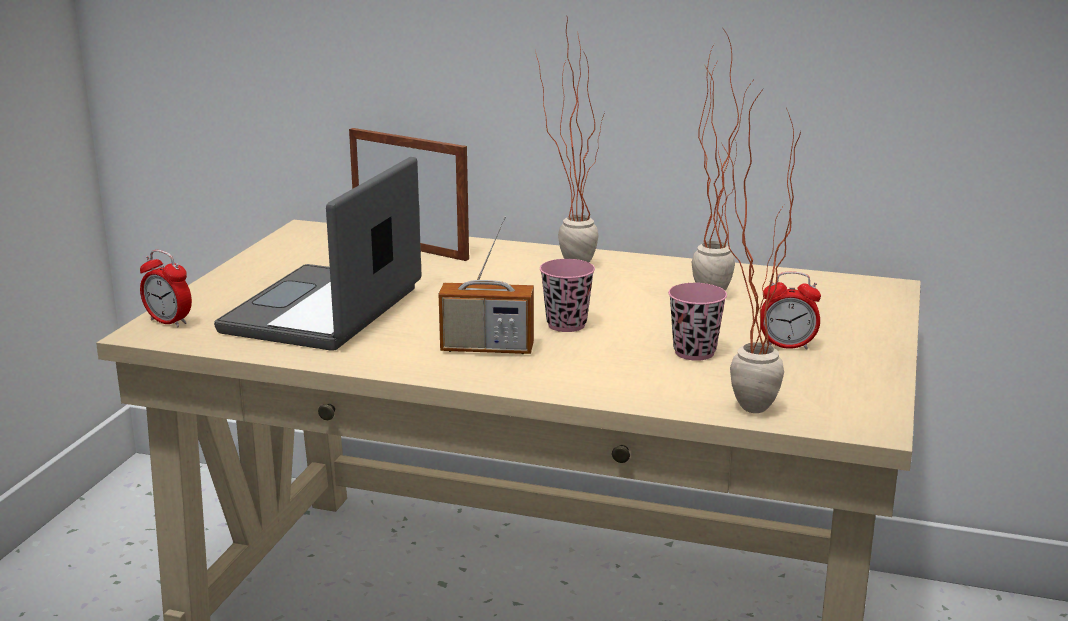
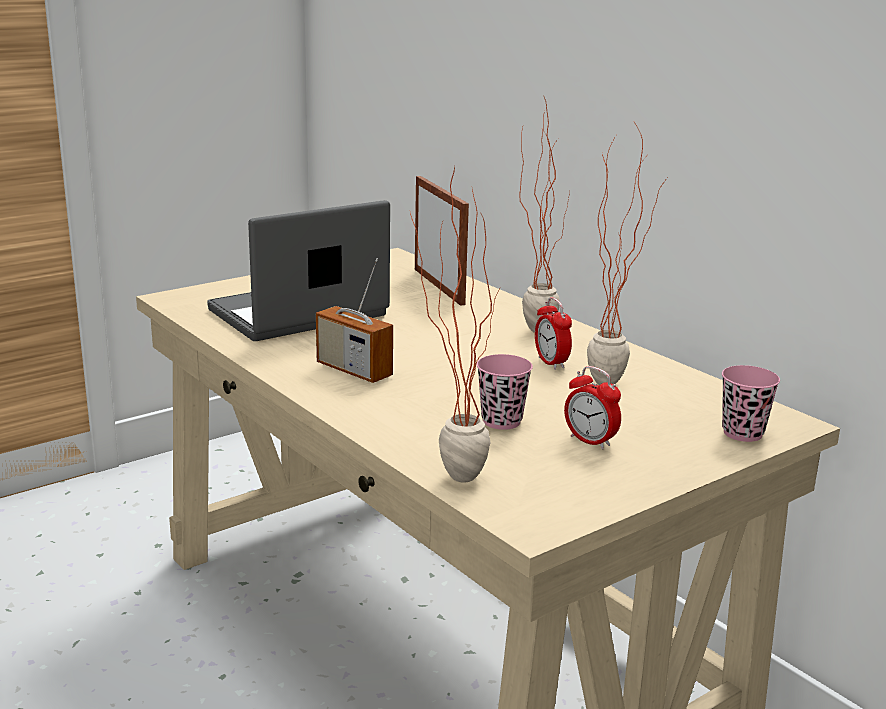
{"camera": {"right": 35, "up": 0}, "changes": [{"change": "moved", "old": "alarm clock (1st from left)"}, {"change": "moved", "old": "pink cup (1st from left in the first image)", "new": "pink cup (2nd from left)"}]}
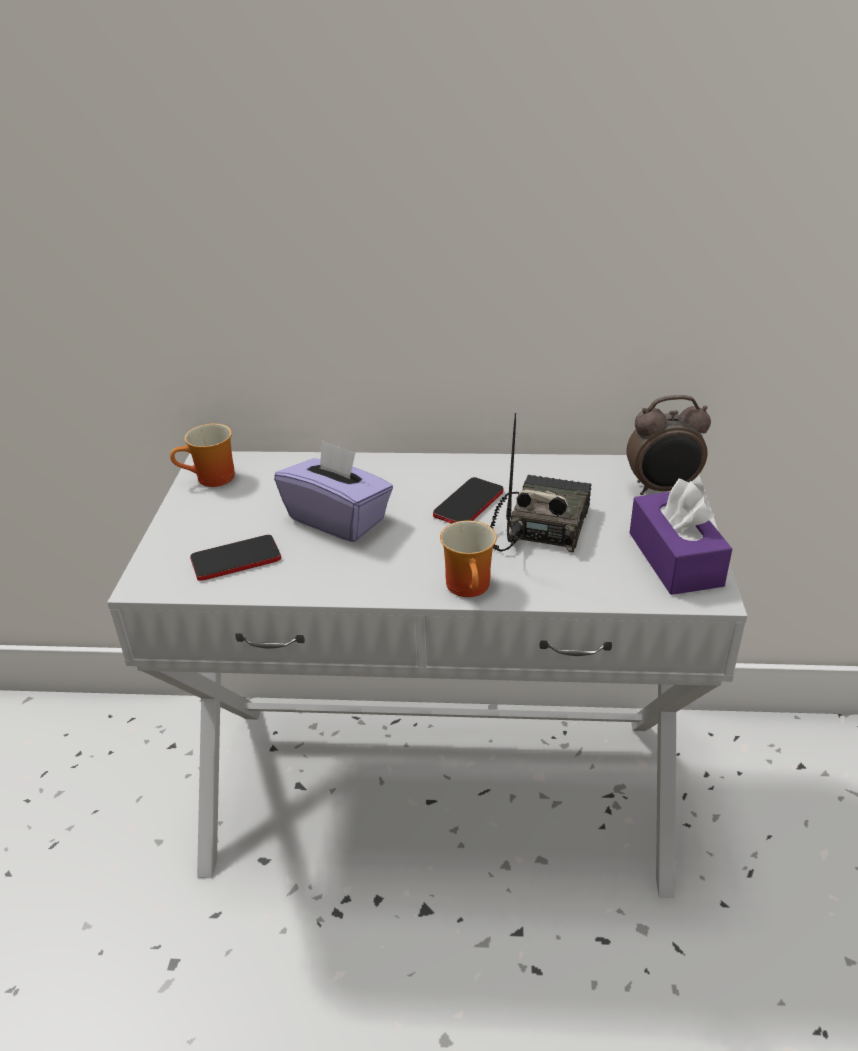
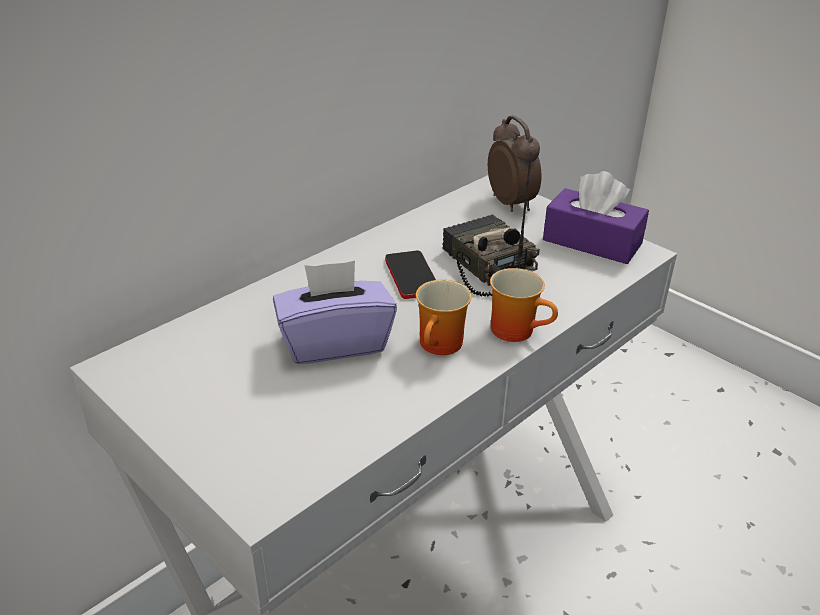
{"camera": {"right": -50, "up": 0}, "changes": [{"change": "moved", "old": "mug (1st from left)"}, {"change": "removed", "old": "phone (1st from left)"}, {"change": "turned", "old": "alarm clock", "degrees": -60}]}
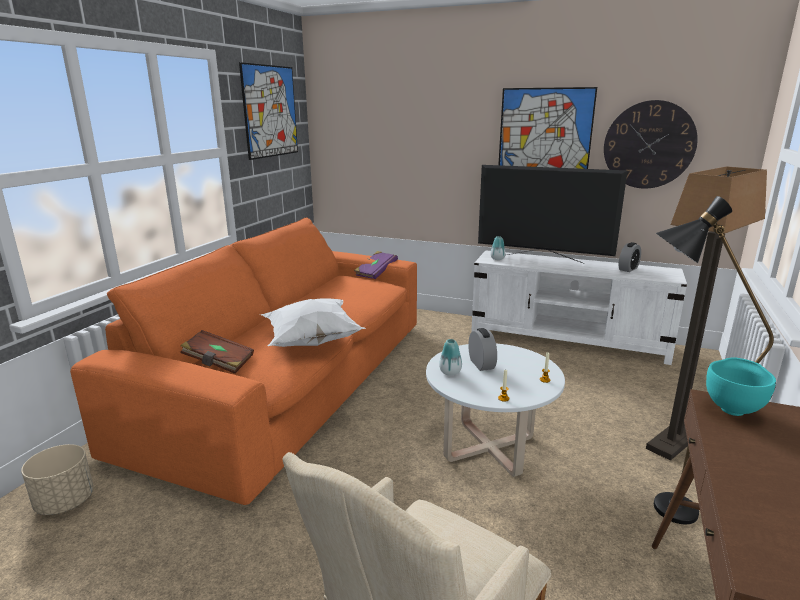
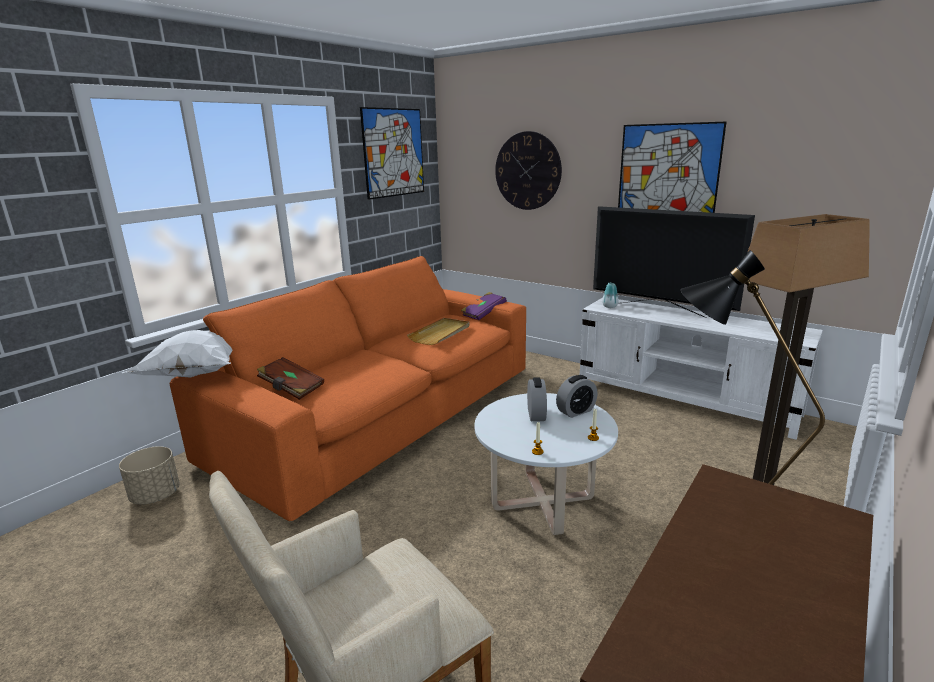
{"camera": {"right": 15, "up": 0}, "changes": [{"change": "moved", "old": "white pillow"}, {"change": "removed", "old": "vase (1st from left)"}, {"change": "moved", "old": "wall clock"}, {"change": "moved", "old": "alarm clock (2nd from left)"}, {"change": "removed", "old": "turquoise bowl"}, {"change": "added", "new": "beige tray"}]}
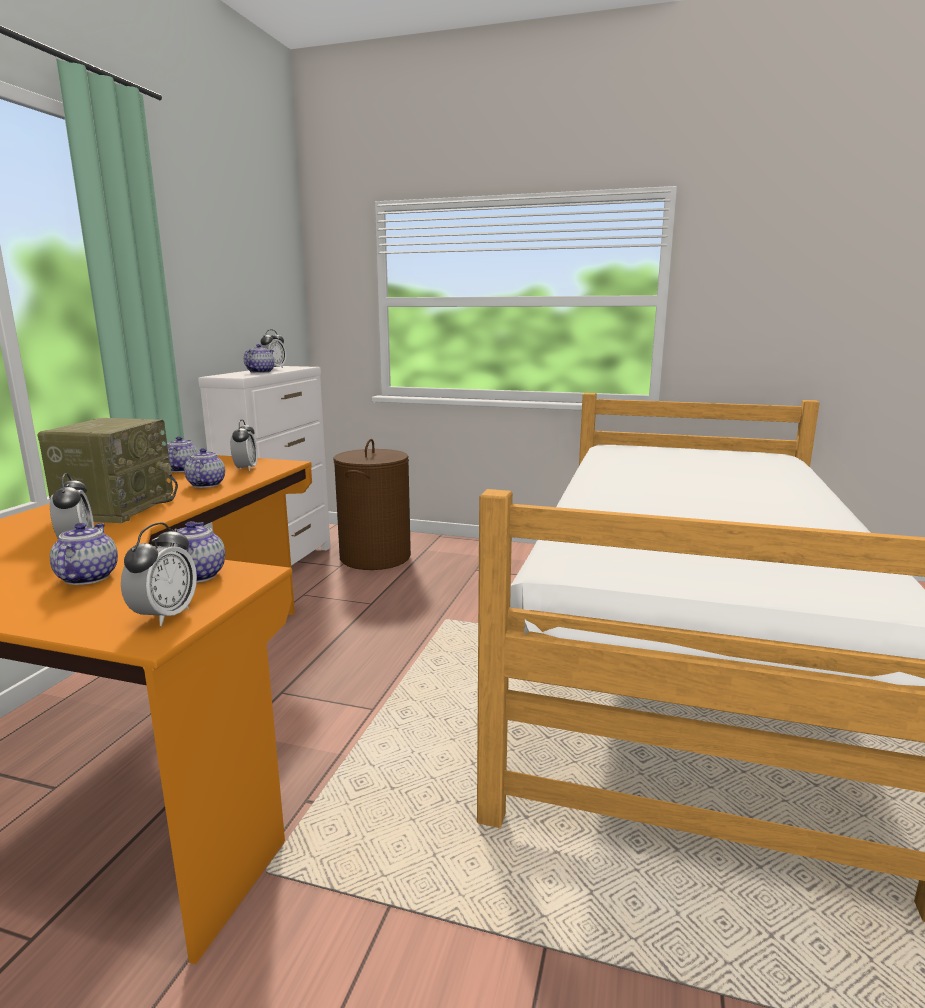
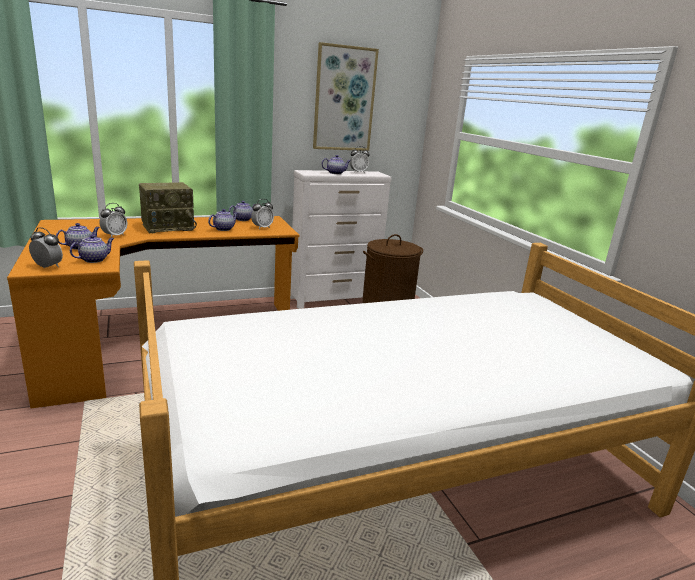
{"camera": {"right": 50, "up": 5}, "changes": [{"change": "turned", "old": "alarm clock (2nd from left in the first image)", "degrees": -135}, {"change": "added", "new": "picture"}]}
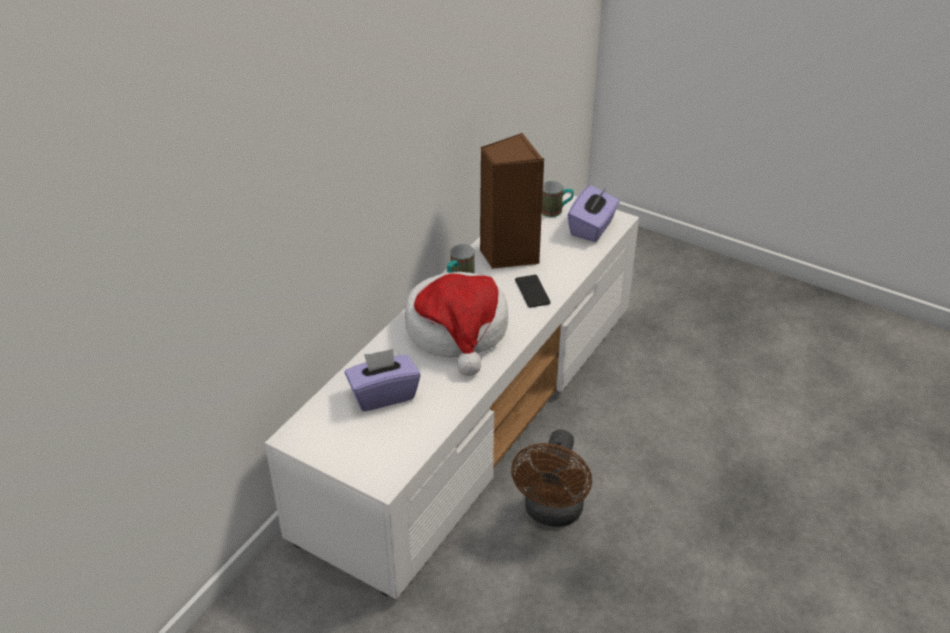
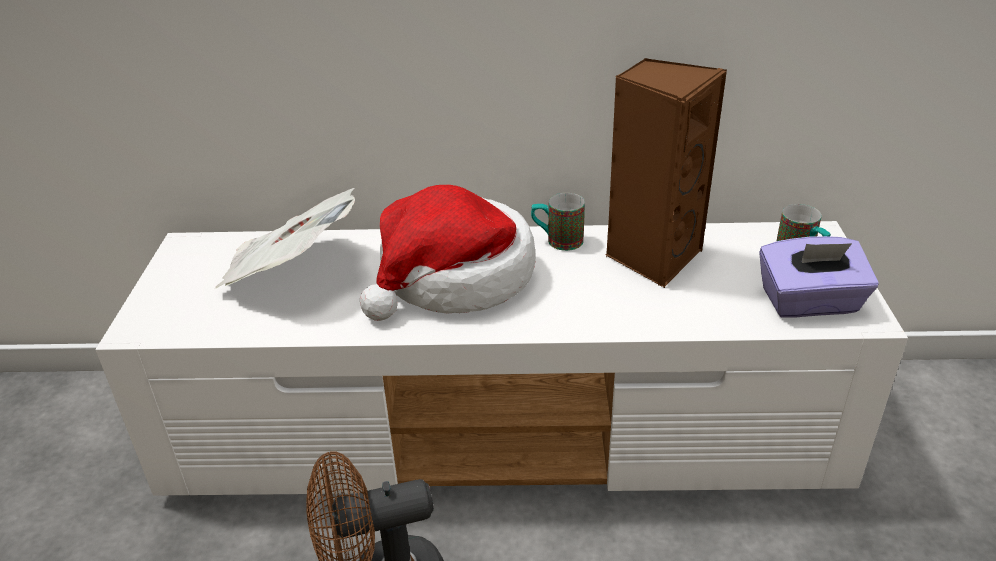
{"camera": {"right": 60, "up": -5}, "changes": [{"change": "replaced", "old": "purple tissue box (1st from left)", "new": "newspaper"}, {"change": "removed", "old": "phone"}]}
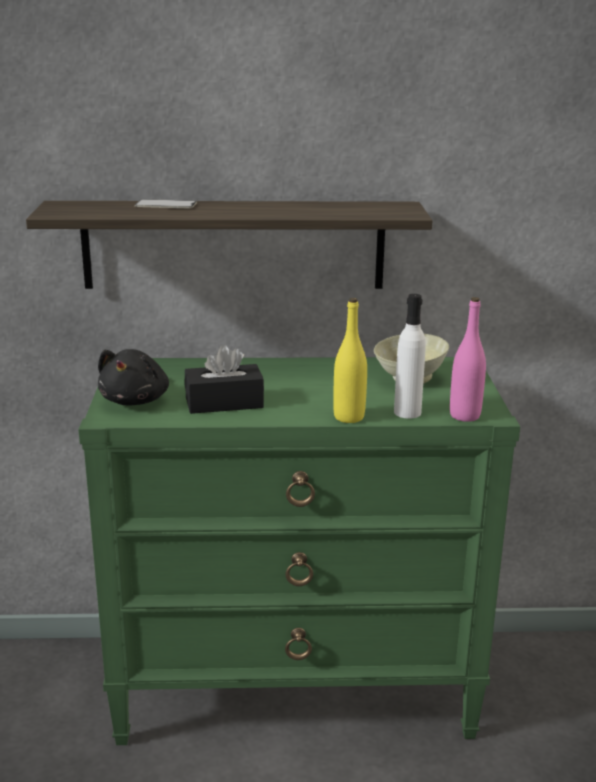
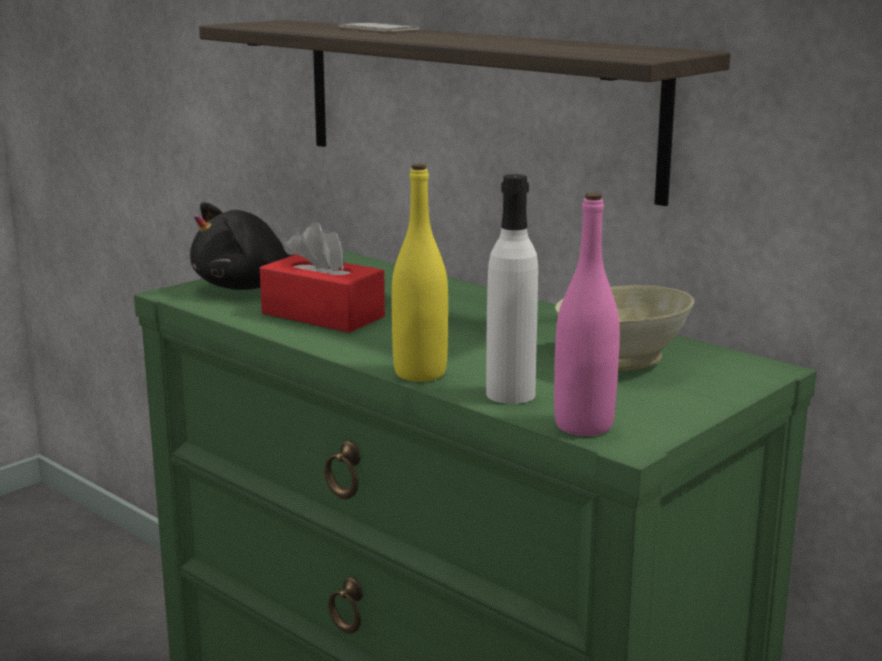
{"camera": {"right": 45, "up": -5}, "changes": [{"change": "recoloured", "old": "black tissue box", "new": "red tissue box"}]}
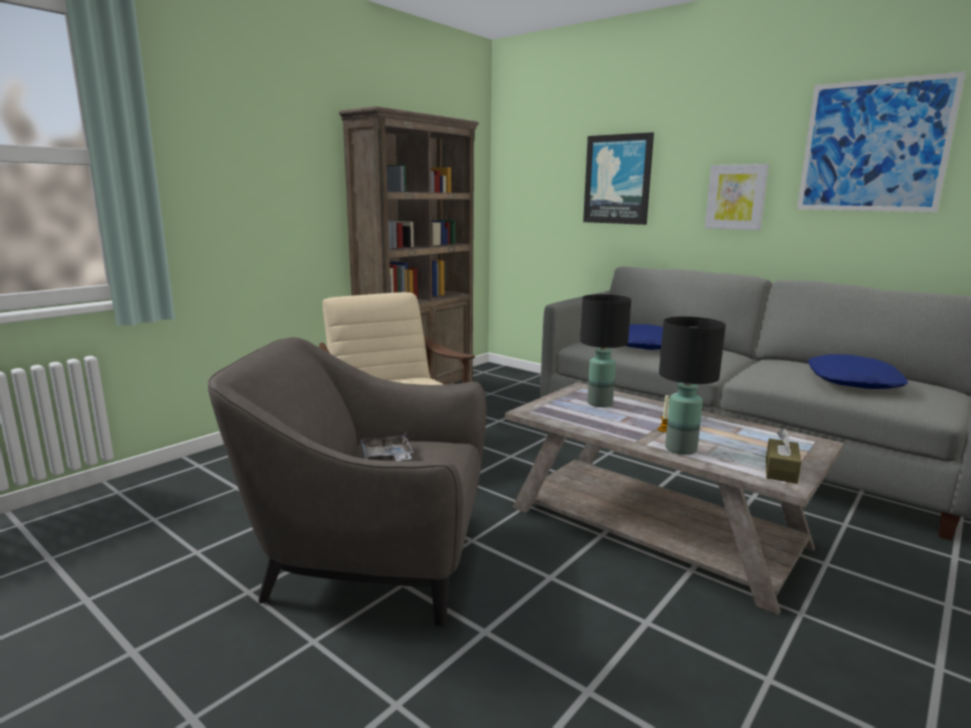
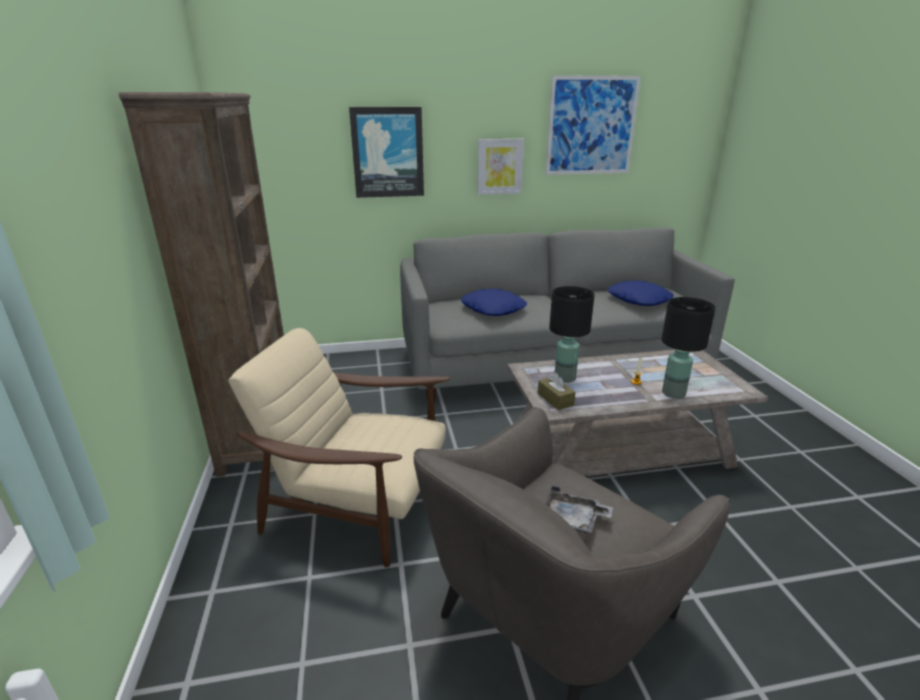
{"camera": {"right": -50, "up": 10}, "changes": [{"change": "moved", "old": "brown tissue box"}]}
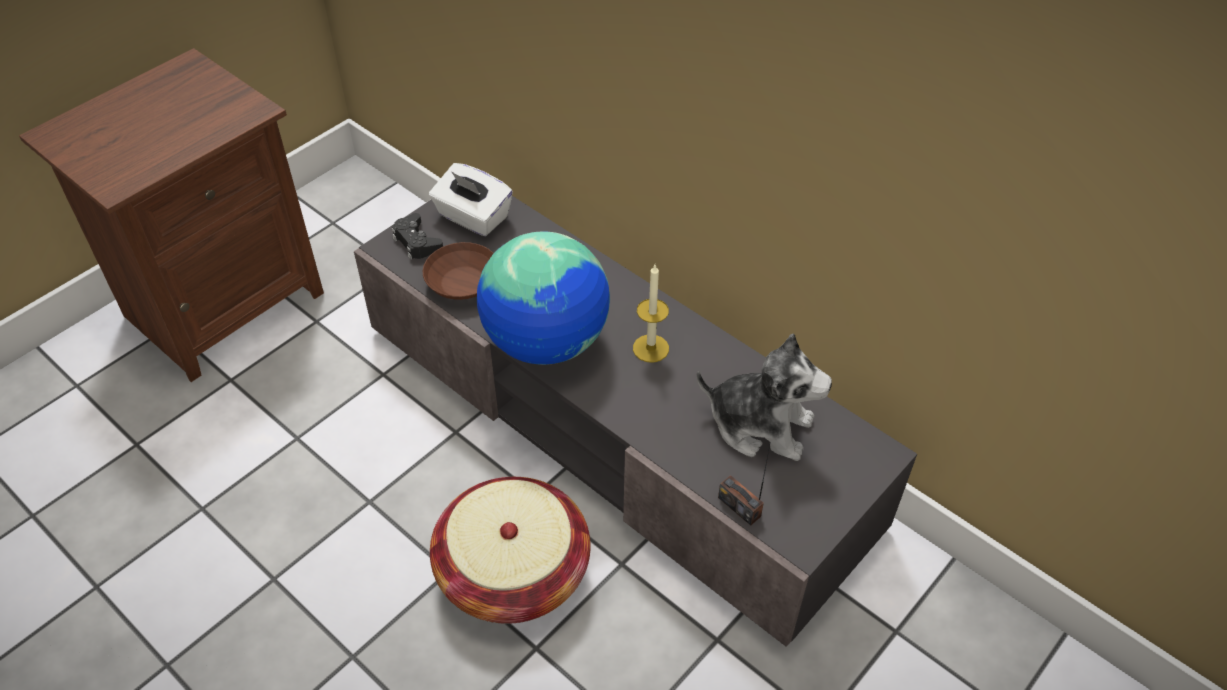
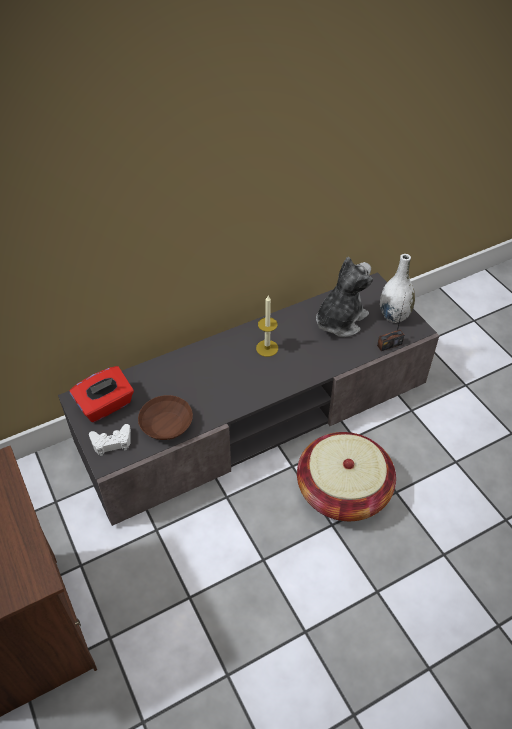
{"camera": {"right": -70, "up": 0}, "changes": [{"change": "recoloured", "old": "black game controller", "new": "white game controller"}, {"change": "recoloured", "old": "white tissue box", "new": "red tissue box"}, {"change": "removed", "old": "globe"}, {"change": "added", "new": "white vase"}]}
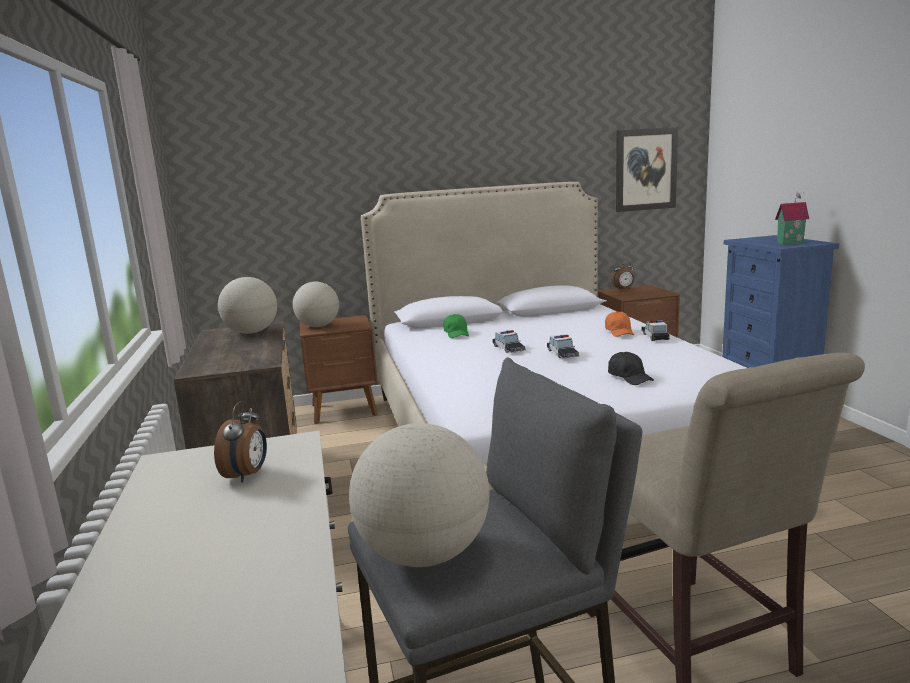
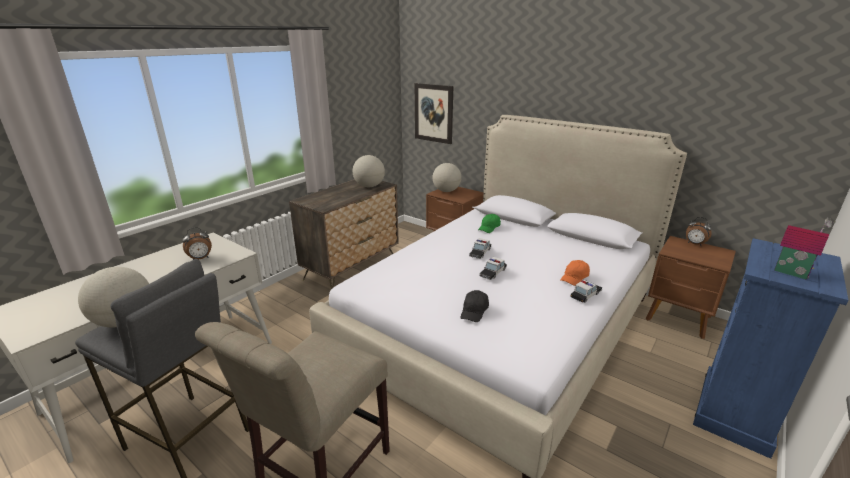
{"camera": {"right": 50, "up": 10}, "changes": [{"change": "moved", "old": "picture"}]}
